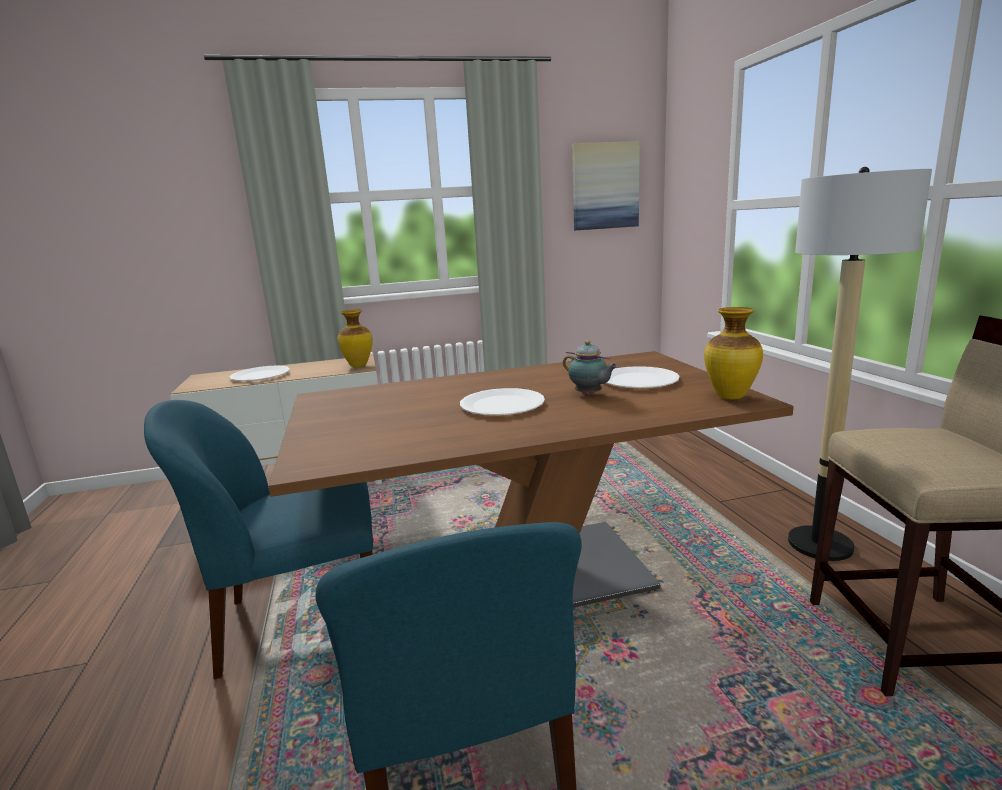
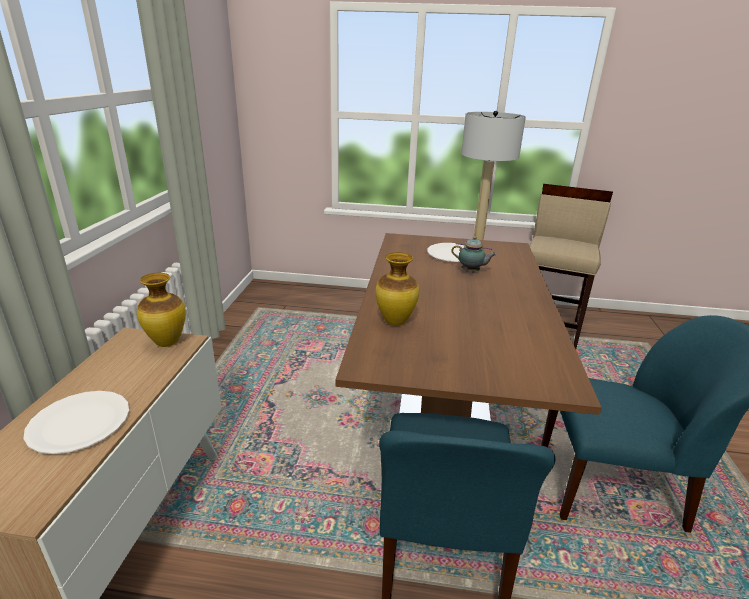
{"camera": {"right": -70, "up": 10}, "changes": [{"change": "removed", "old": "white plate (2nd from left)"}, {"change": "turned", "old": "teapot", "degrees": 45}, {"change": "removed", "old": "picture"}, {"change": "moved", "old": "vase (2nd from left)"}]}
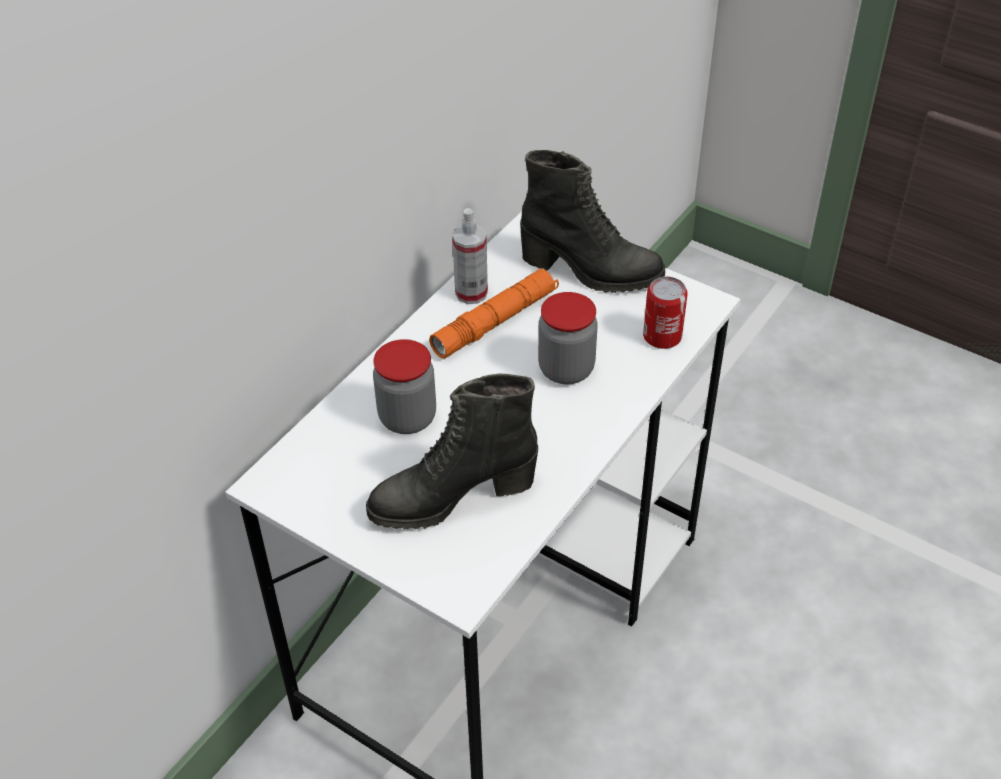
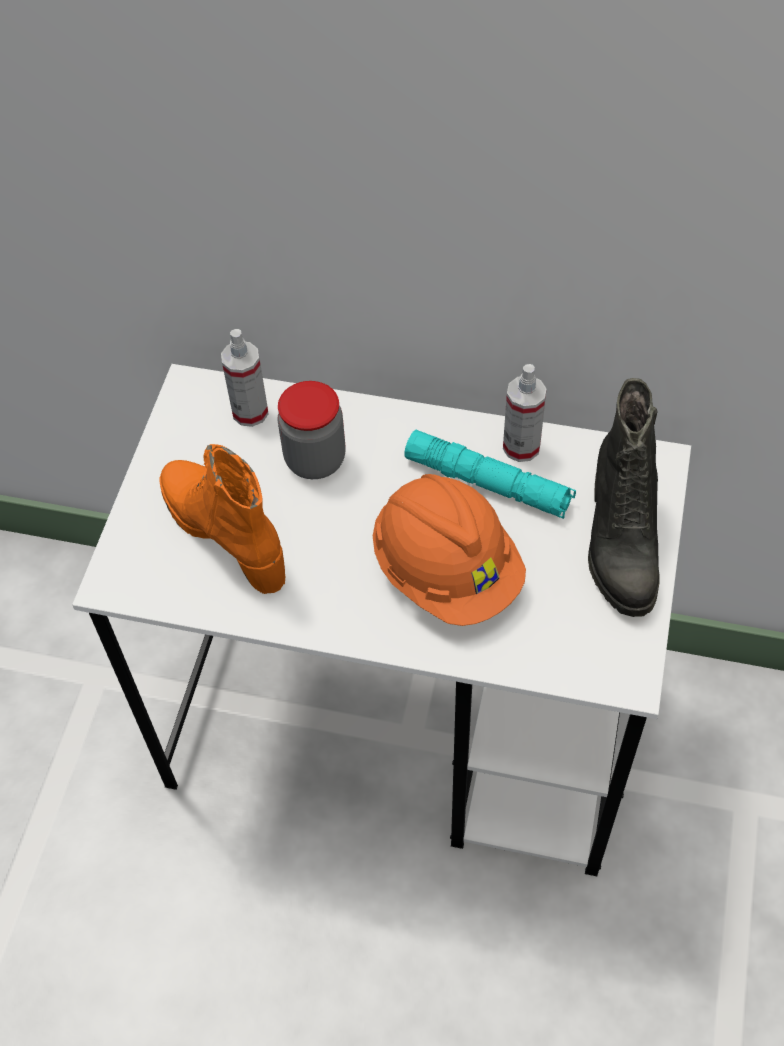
{"camera": {"right": 70, "up": 10}, "changes": [{"change": "recoloured", "old": "black boot (1st from left)", "new": "orange boot"}, {"change": "recoloured", "old": "orange flashlight", "new": "turquoise flashlight"}, {"change": "replaced", "old": "jar (2nd from left)", "new": "orange hard hat"}, {"change": "removed", "old": "can"}, {"change": "added", "new": "spray bottle (1st from left)"}]}
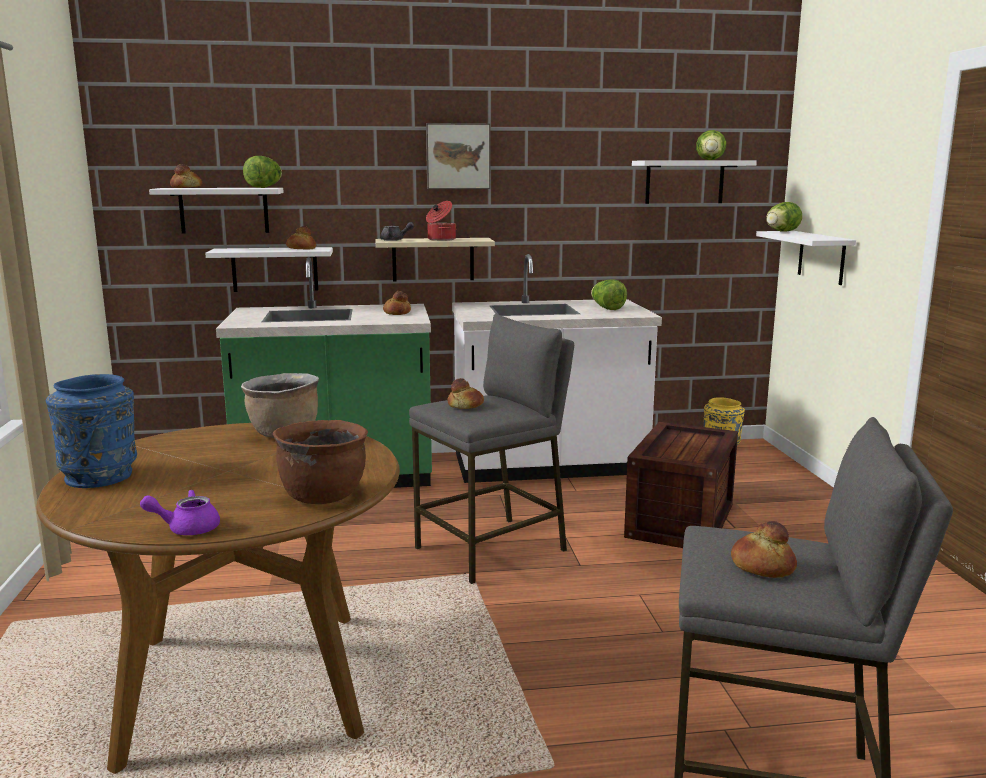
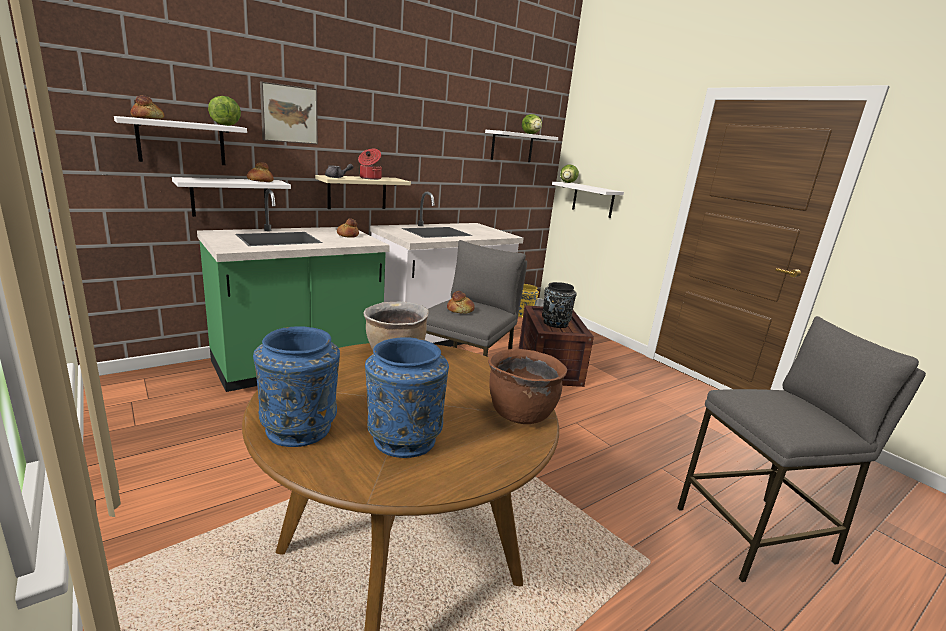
{"camera": {"right": -30, "up": 5}, "changes": [{"change": "removed", "old": "purple teapot"}, {"change": "moved", "old": "picture"}, {"change": "removed", "old": "lettuce (2nd from left)"}, {"change": "removed", "old": "bread (5th from left)"}, {"change": "added", "new": "blue vase (2nd from left)"}, {"change": "added", "new": "black vase"}]}
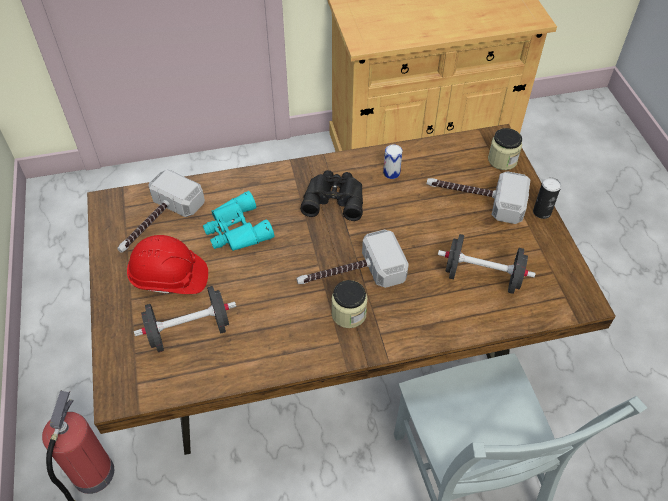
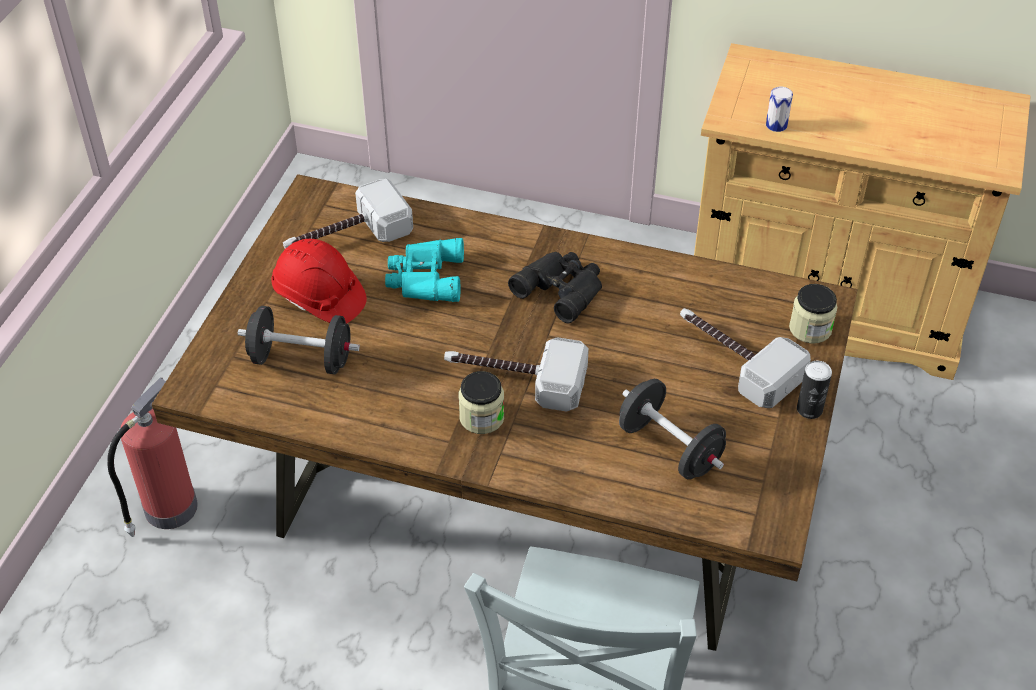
{"camera": {"right": 30, "up": -5}, "changes": [{"change": "moved", "old": "can (1st from left)"}]}
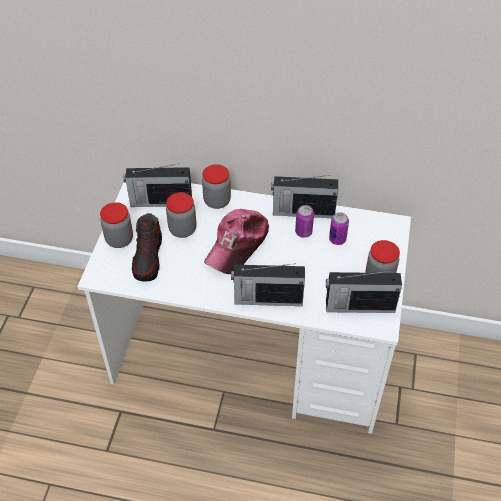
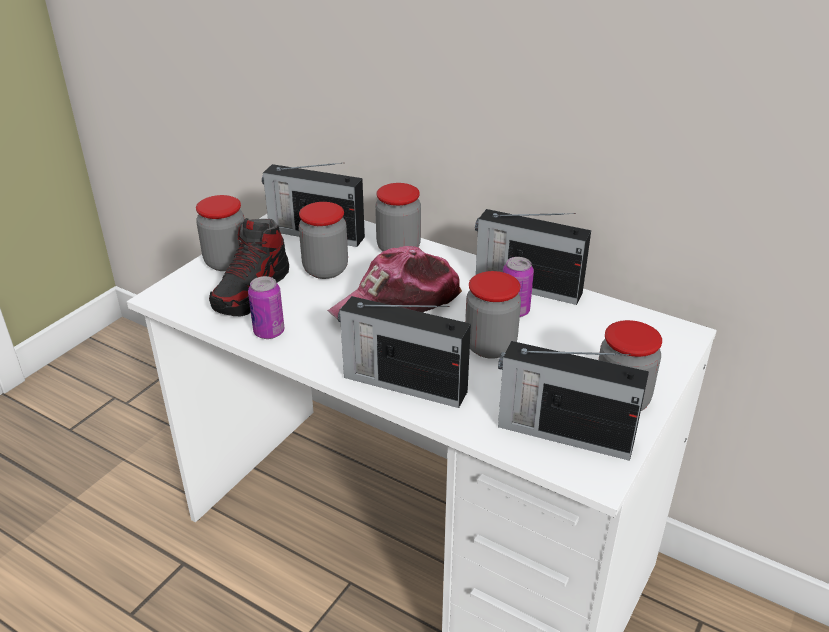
{"camera": {"right": 20, "up": -15}, "changes": [{"change": "moved", "old": "can (2nd from left in the first image)", "new": "can (1st from left)"}, {"change": "added", "new": "jar (4th from left)"}]}
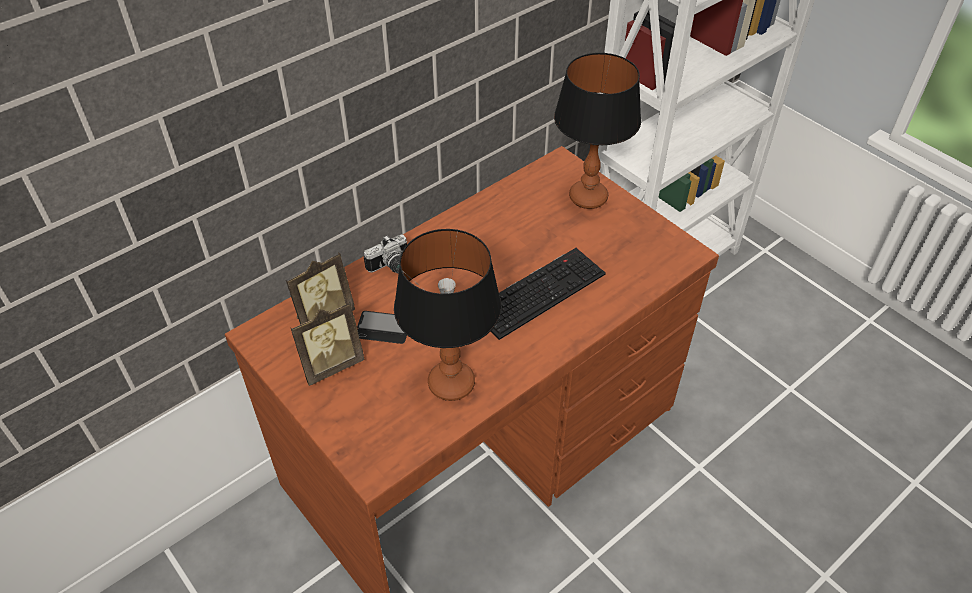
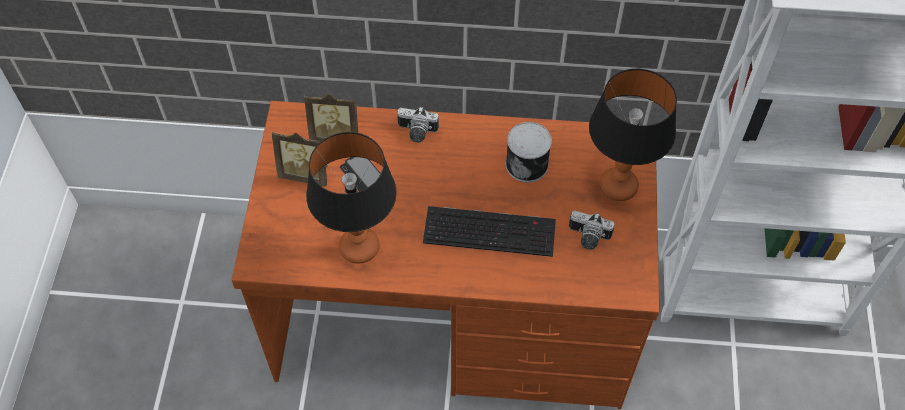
{"camera": {"right": 45, "up": 10}, "changes": [{"change": "added", "new": "can"}, {"change": "added", "new": "photo camera (2nd from left)"}]}
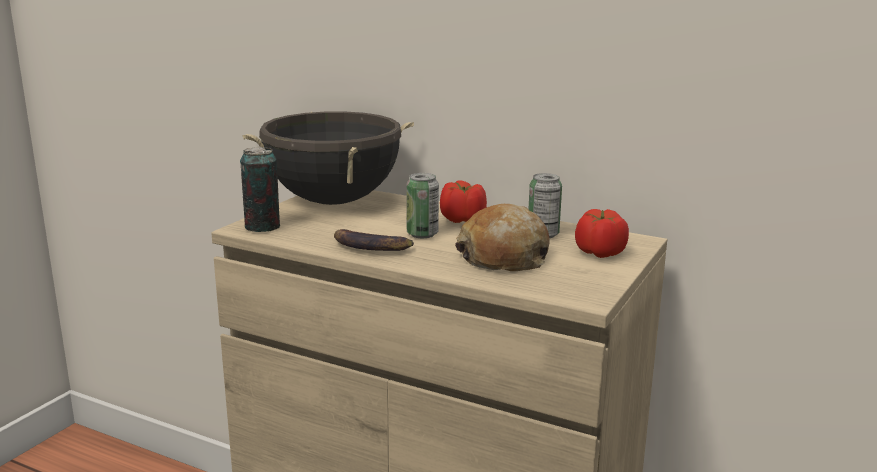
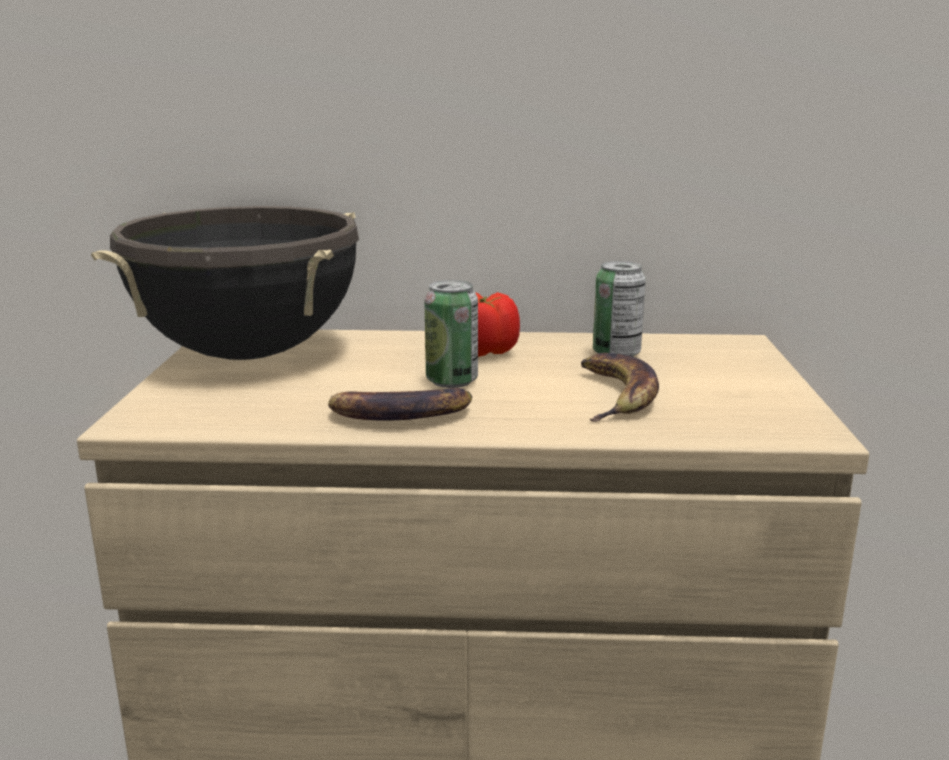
{"camera": {"right": -25, "up": 0}, "changes": [{"change": "removed", "old": "can (1st from left)"}, {"change": "replaced", "old": "bread", "new": "banana (2nd from left)"}, {"change": "removed", "old": "tomato (2nd from left)"}]}
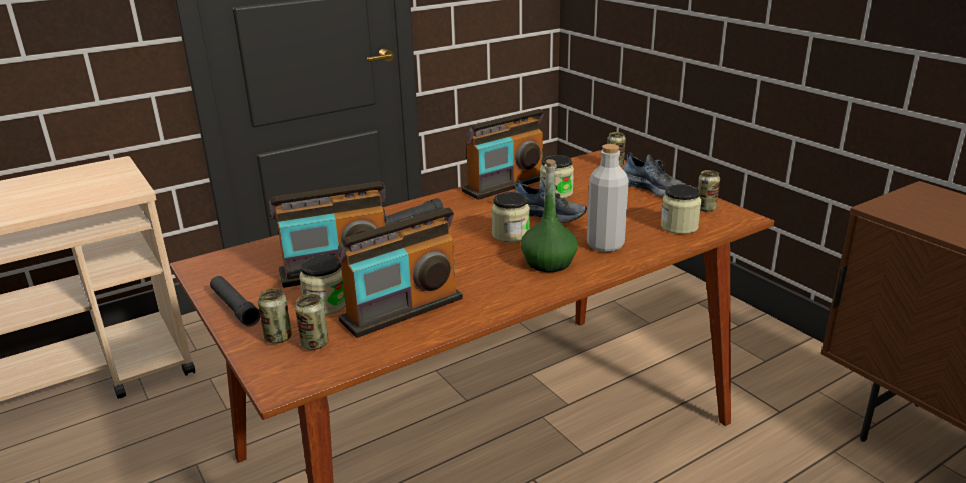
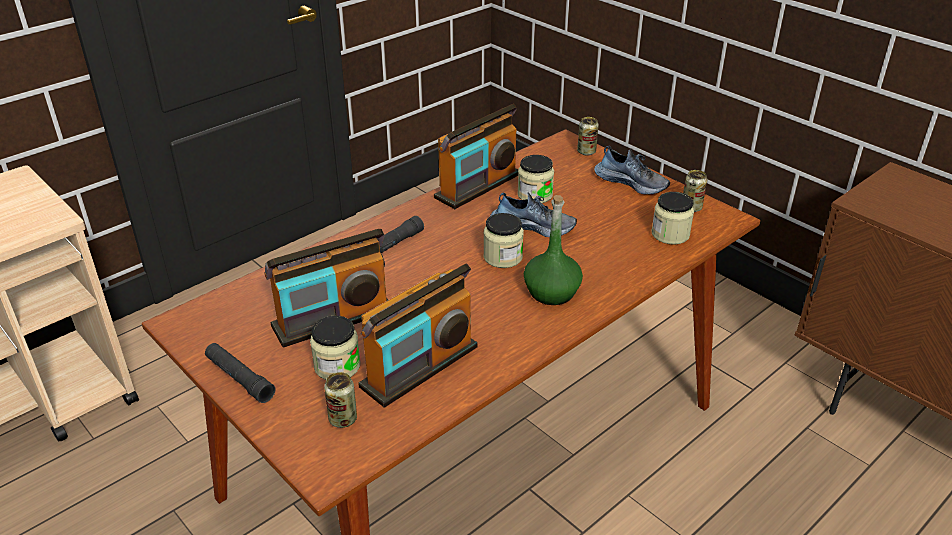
{"camera": {"right": -10, "up": 10}, "changes": [{"change": "removed", "old": "can (1st from left)"}, {"change": "removed", "old": "grey bottle"}]}
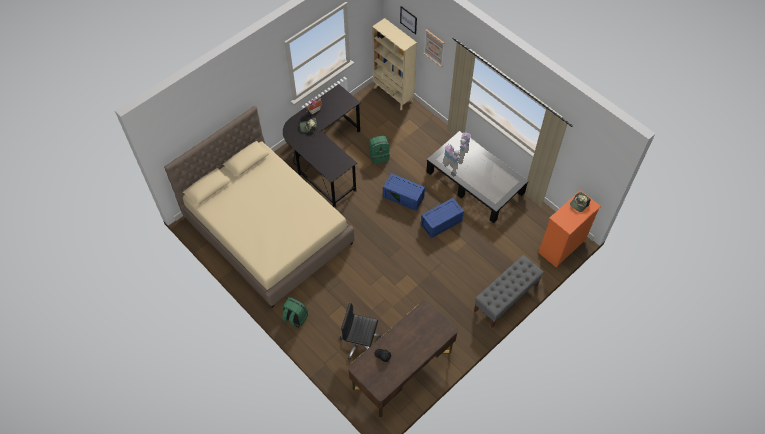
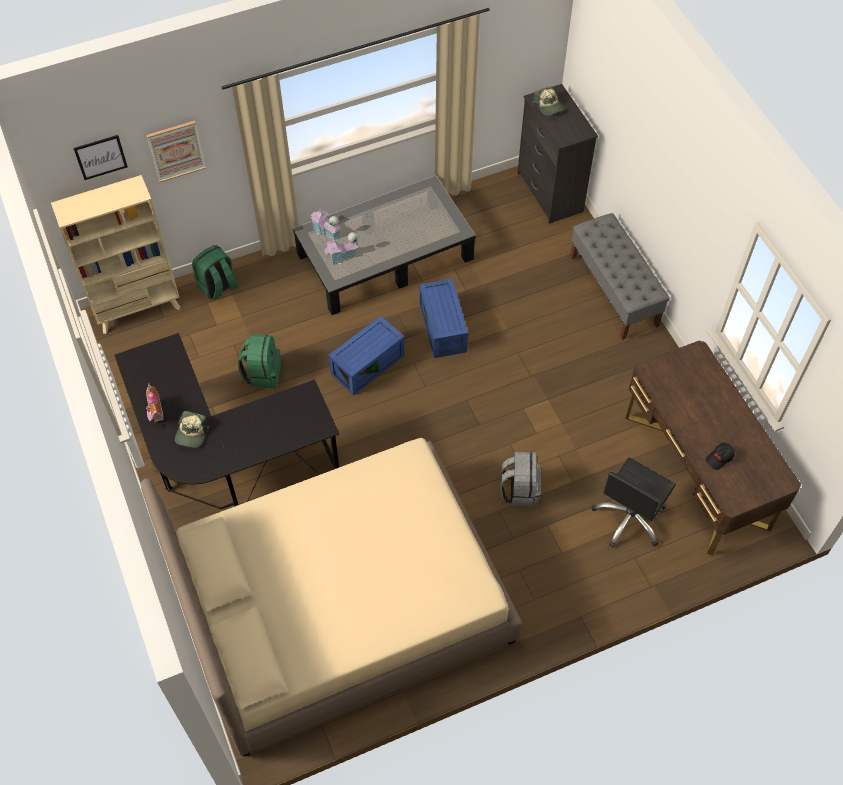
{"camera": {"right": -70, "up": 0}, "changes": [{"change": "moved", "old": "green backpack (1st from left)"}, {"change": "recoloured", "old": "orange dresser", "new": "black dresser"}, {"change": "added", "new": "grey backpack"}]}
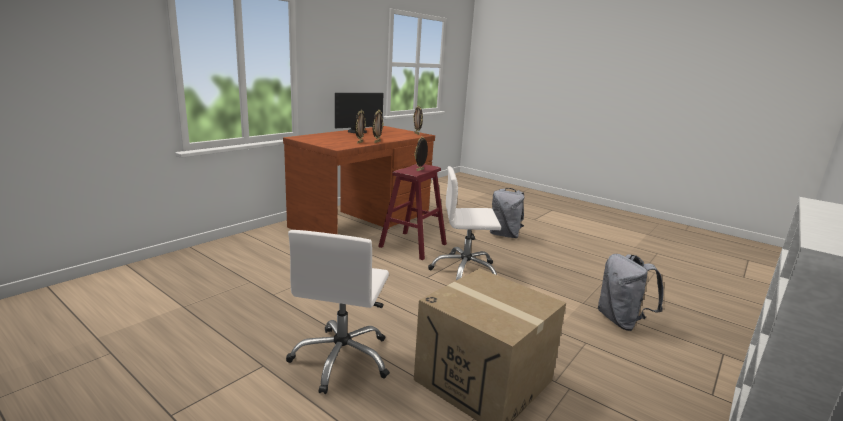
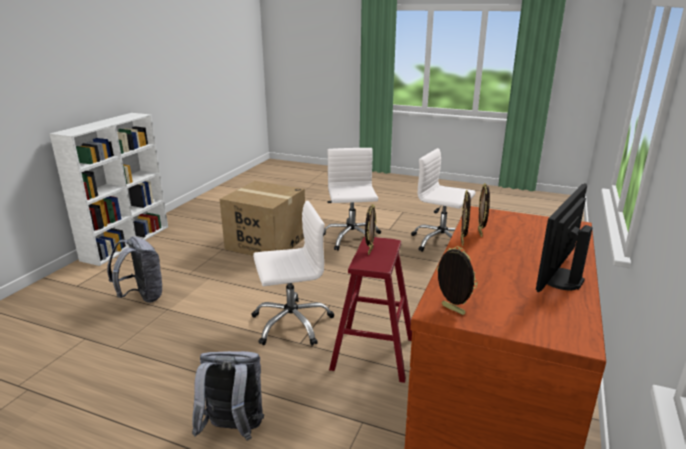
{"camera": {"right": 165, "up": 5}, "changes": [{"change": "added", "new": "white office chair (3rd from left)"}]}
